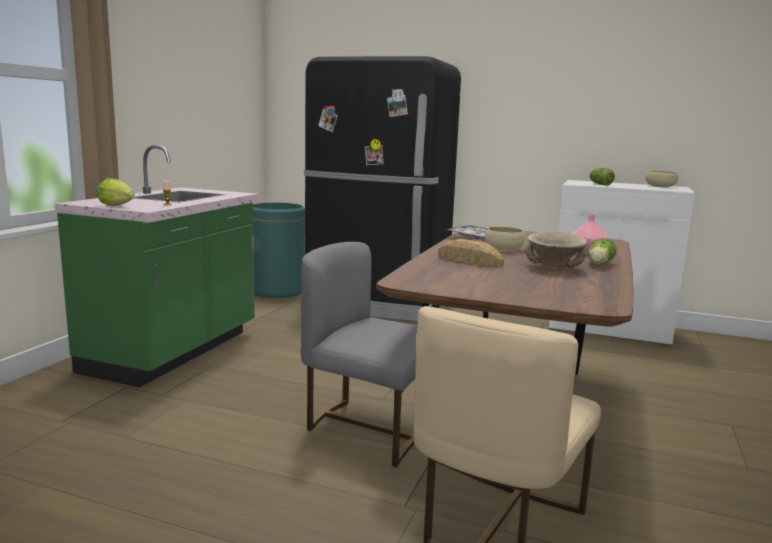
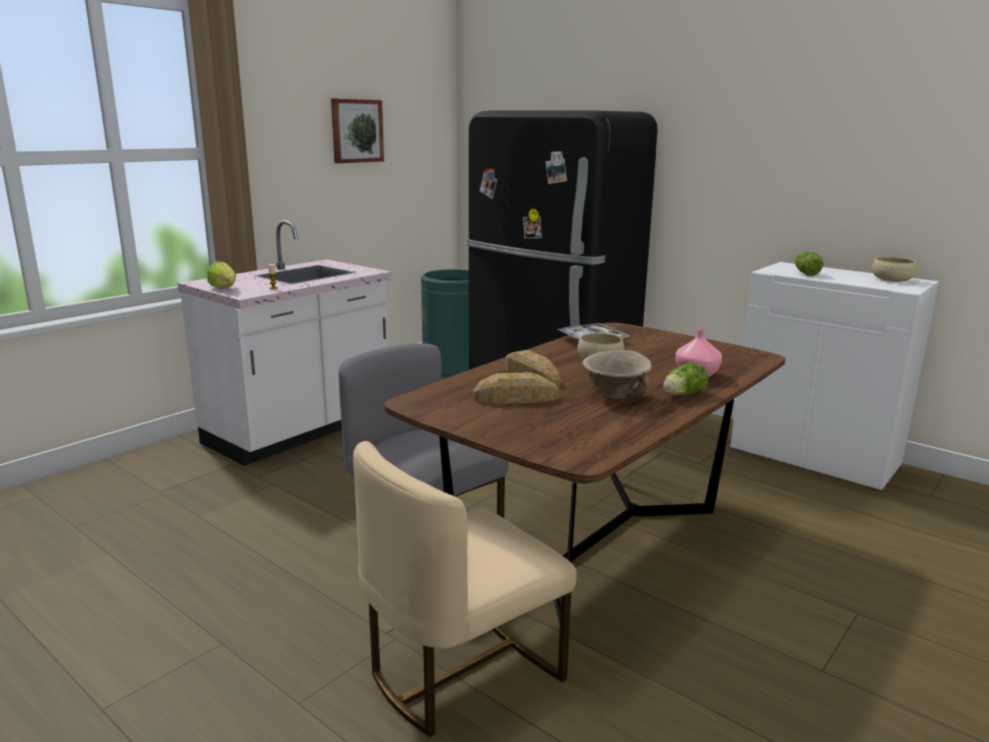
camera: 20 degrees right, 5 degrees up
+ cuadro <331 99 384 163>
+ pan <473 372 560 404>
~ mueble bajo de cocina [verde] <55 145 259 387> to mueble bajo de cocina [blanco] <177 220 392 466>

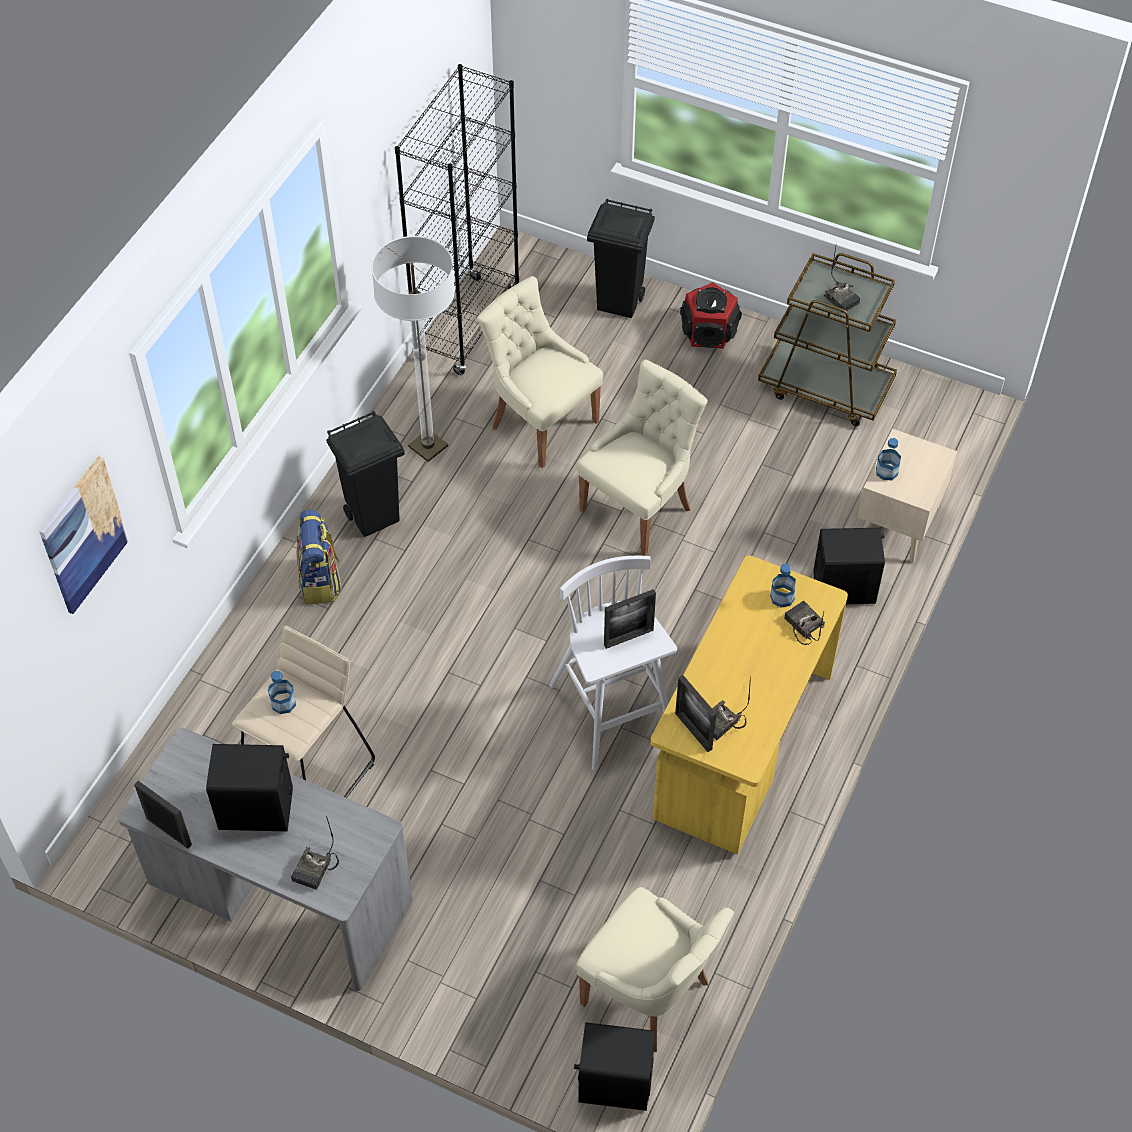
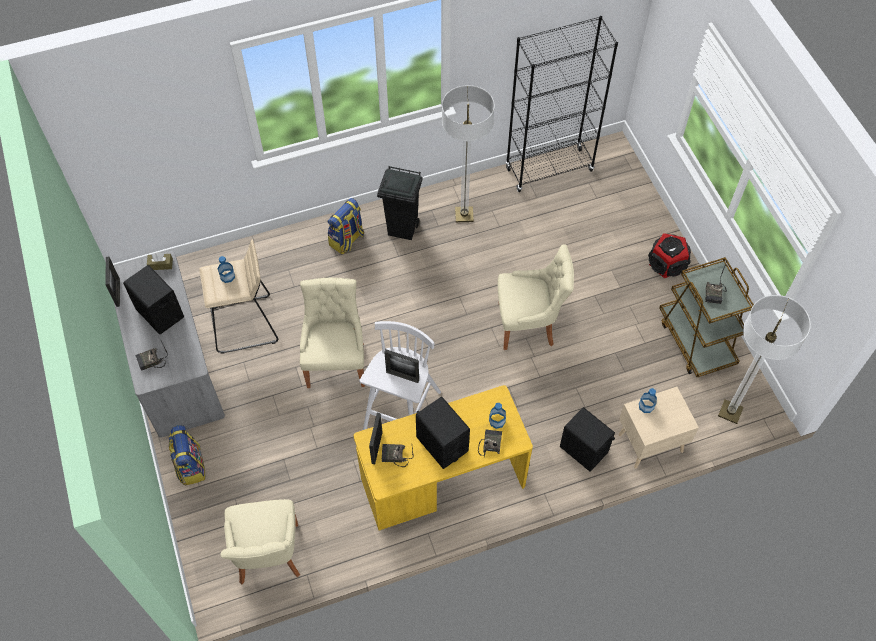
camera: 45 degrees right, 5 degrees up
- cuadro <39 456 129 614>
- papelera [negro] <587 198 655 318>
+ caja de pañuelos [marrón] <147 252 173 270>
+ mochila <169 425 205 485>
+ lámpara de pie <718 295 811 424>
~ silla [beis] <477 276 603 468> to <300 278 365 388>
~ altavoz [negro] <574 1022 655 1111> to <416 397 470 469>

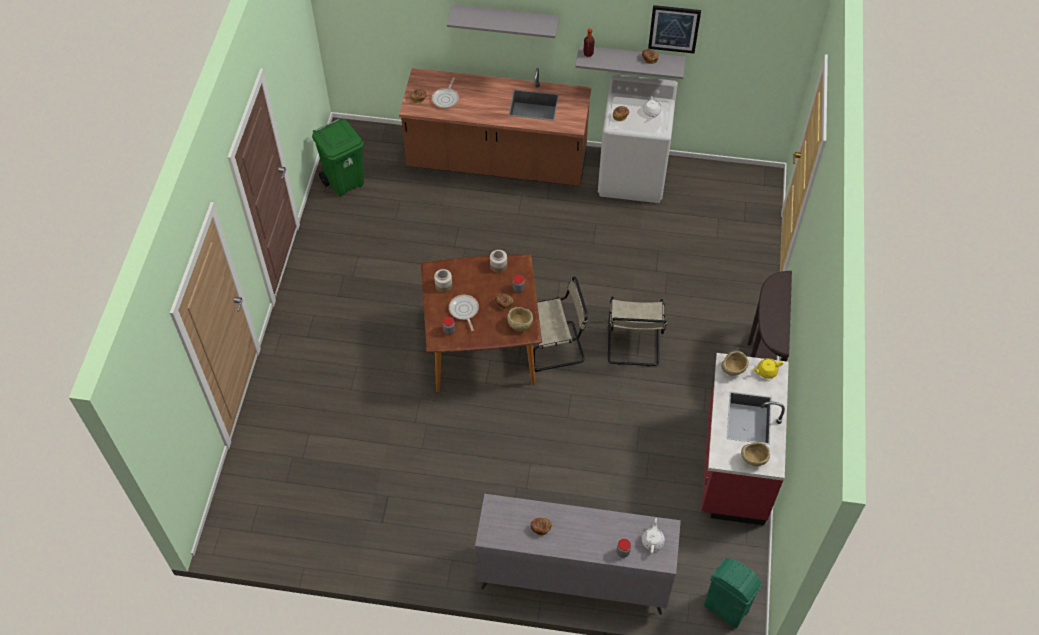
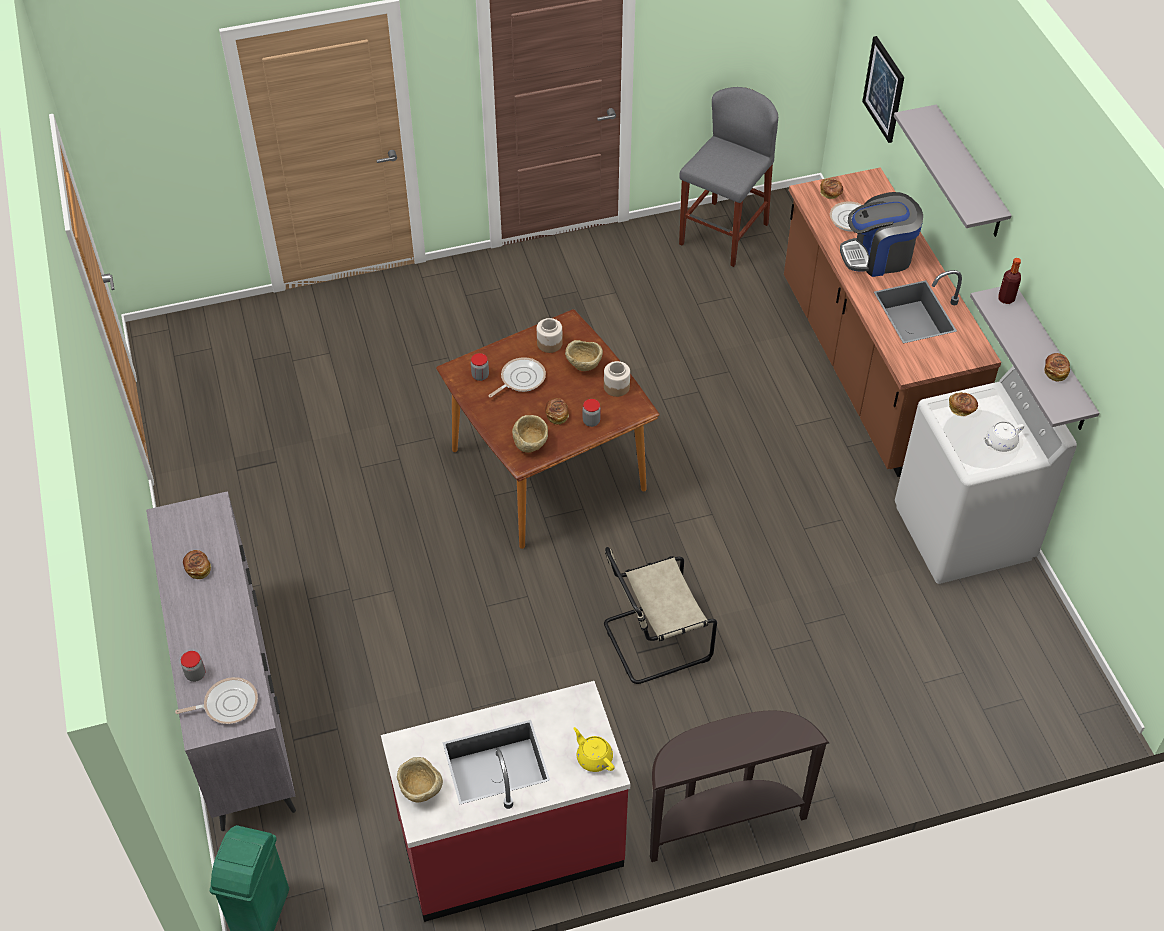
camera: 65 degrees right, 5 degrees down
- silla [beis] <533 276 588 372>
+ cafetera <840 192 923 277>
~ cuadro <648 5 701 53> to <862 36 904 143>
~ cuenco [beis] <721 351 749 376> to <565 340 603 371>
~ papelera [verde] <312 118 364 196> to taburete [gris] <679 87 778 267>
~ tetera [blanco] <642 518 665 554> to sartén <175 677 258 724>

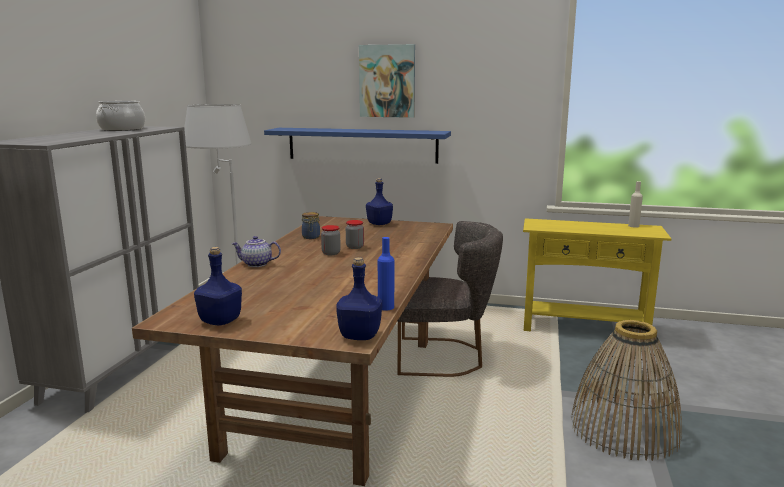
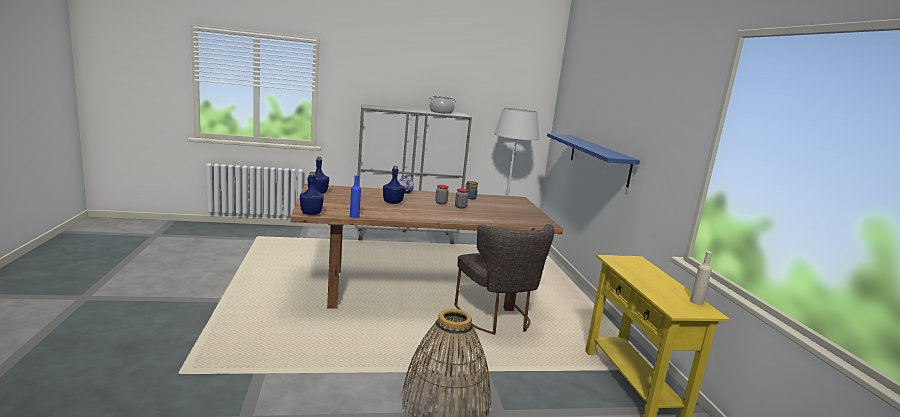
camera: 65 degrees right, 0 degrees up
- cuadro <359 44 415 118>
~ botella [azul] <366 178 393 225> to <383 166 405 204>

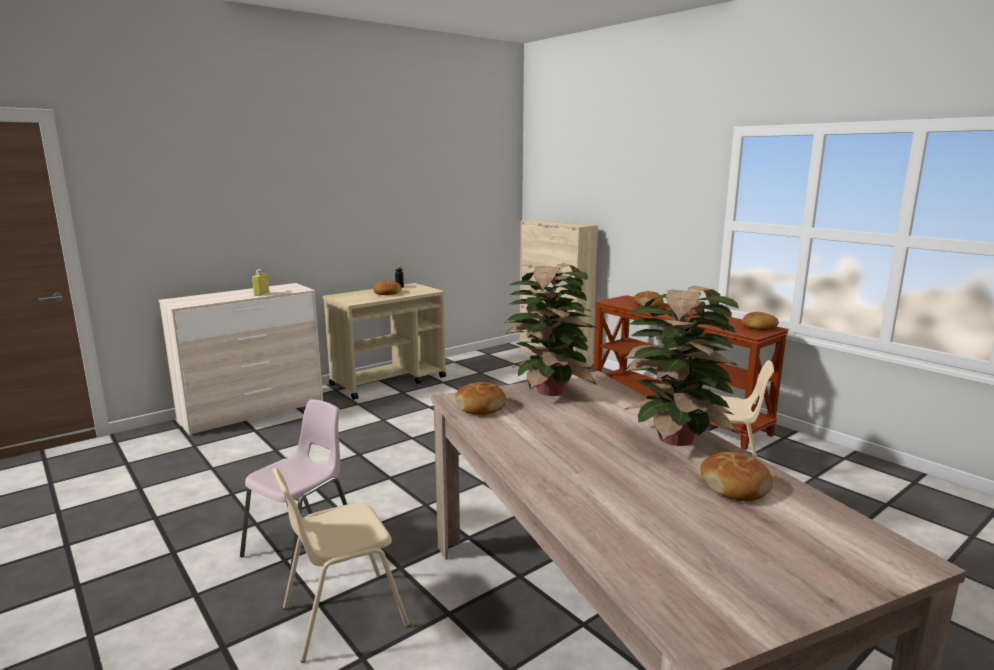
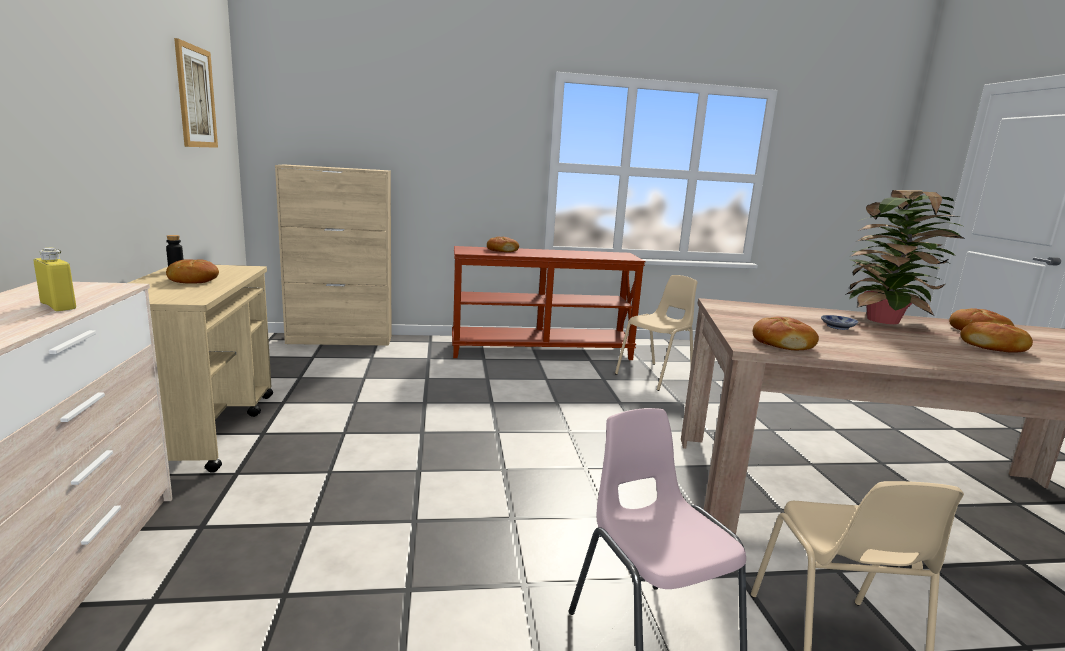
camera: 60 degrees left, 0 degrees up
- planta en maceta <504 263 599 396>
+ cuadro <174 38 218 148>
+ cuenco <821 315 858 330>
~ pan <741 312 779 330> to <960 322 1033 353>

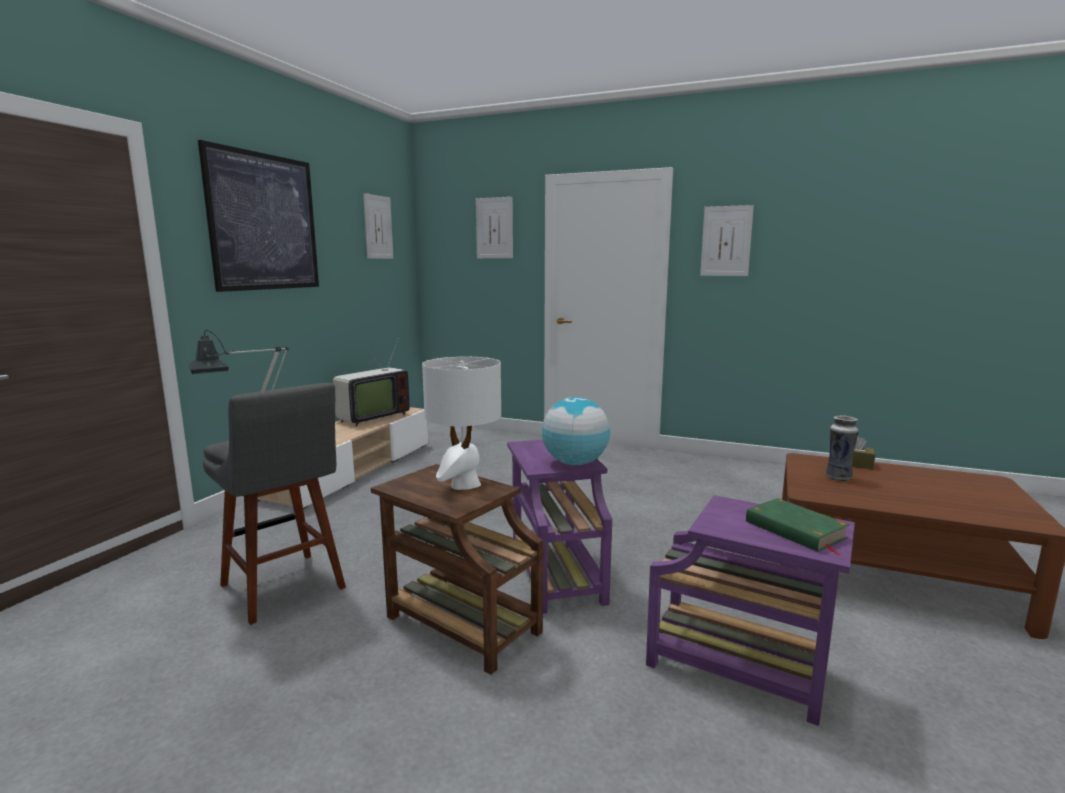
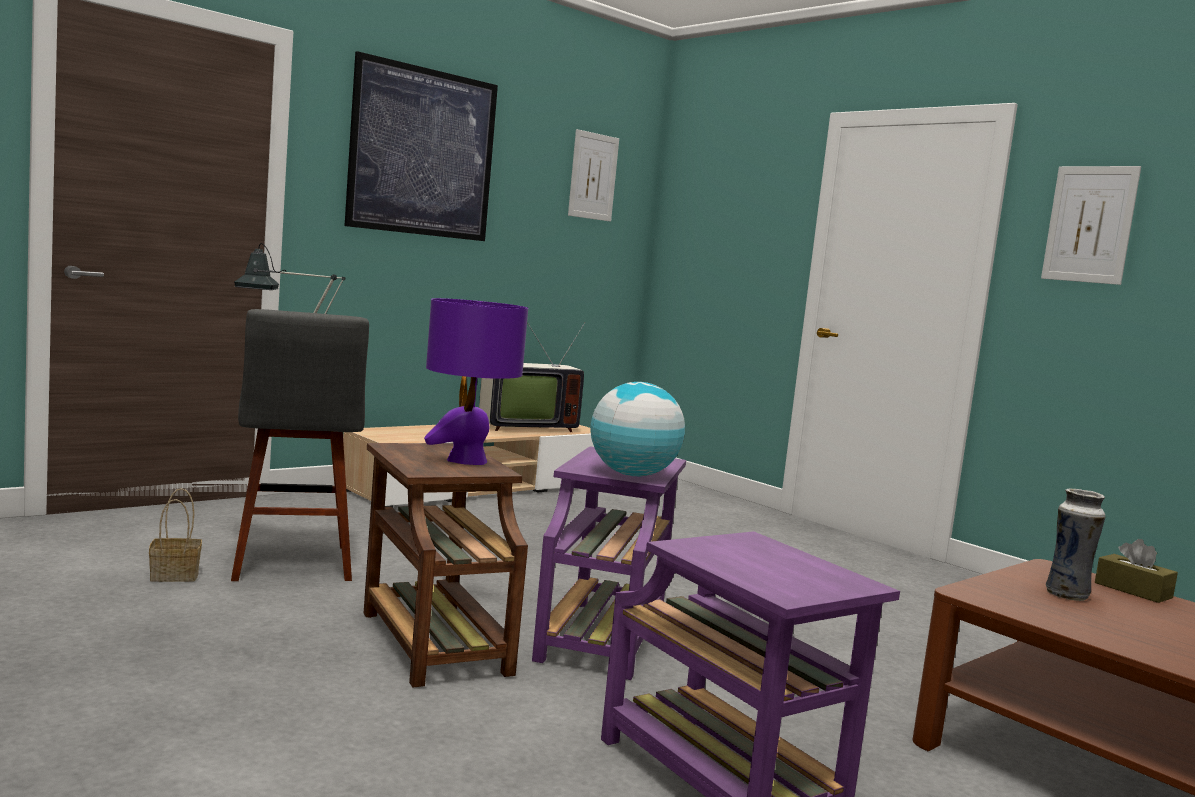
camera: 25 degrees right, 5 degrees down
- cuadro <476 197 513 258>
- libro [verde] <746 498 850 555>
+ cesta <149 488 202 582>
~ lámpara de mesa [blanco] <422 357 501 490> to lámpara de mesa [morado] <424 298 528 465>

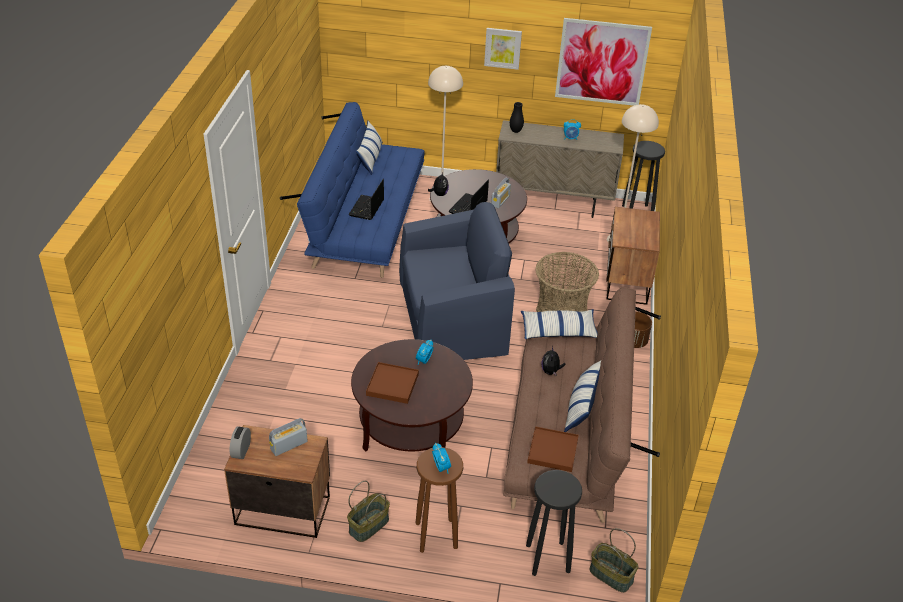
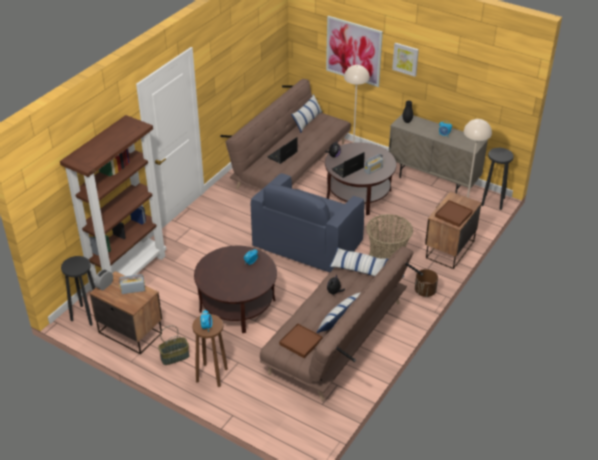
camera: 25 degrees right, 0 degrees up
- cesta <590 528 639 593>
+ estantería [marrón] <60 115 166 291>
~ bandeja [marrón] <366 362 419 404> to <435 200 473 227>
~ taburete [negro] <526 470 582 576> to <61 256 96 326>
~ cuadro <555 18 652 106> to <326 16 383 87>
~ sofá [azul] <280 102 424 278> to sofá [marrón] <220 79 351 191>
~ sillón [azul] <399 202 515 360> = <250 173 364 272> 105 degrees clockwise

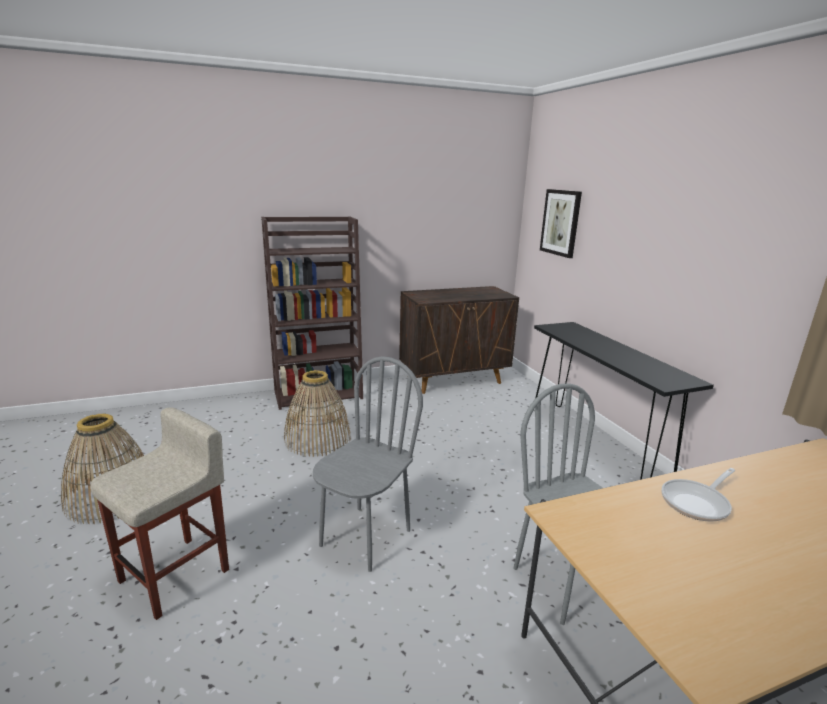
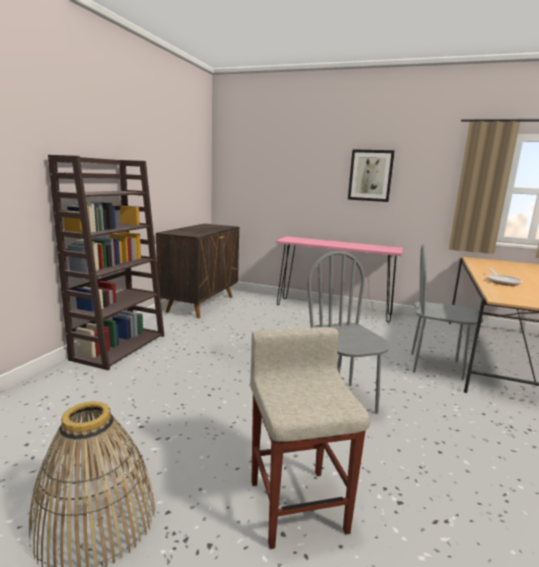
camera: 50 degrees left, 5 degrees down
- cesta <284 370 351 457>
~ cuadro <540 189 582 258> to <348 149 395 202>
~ mesa consola [negro] <534 322 714 480> to mesa consola [rosa] <276 236 403 323>

